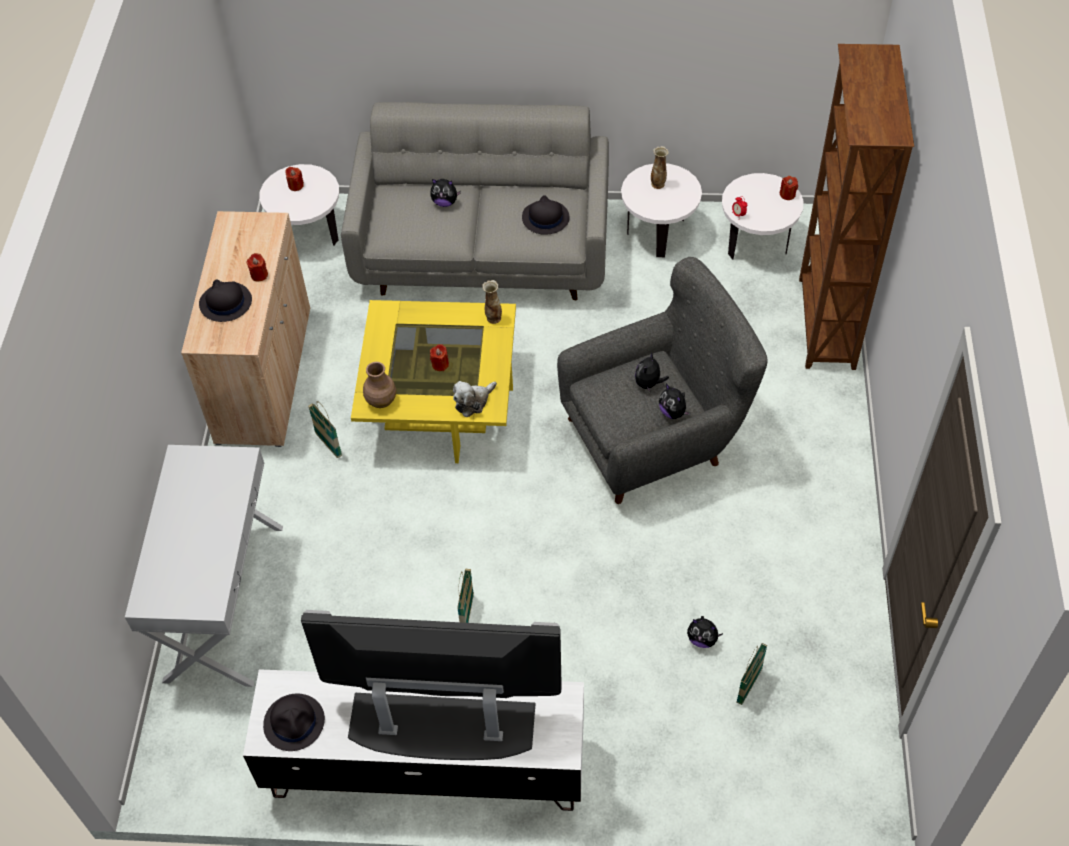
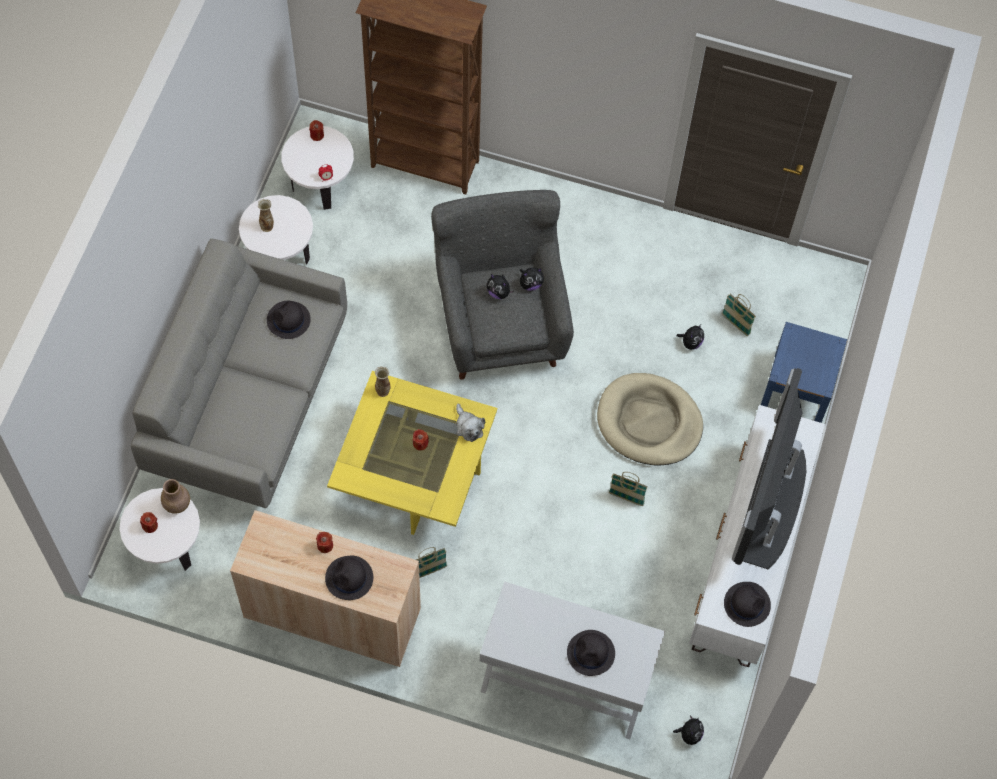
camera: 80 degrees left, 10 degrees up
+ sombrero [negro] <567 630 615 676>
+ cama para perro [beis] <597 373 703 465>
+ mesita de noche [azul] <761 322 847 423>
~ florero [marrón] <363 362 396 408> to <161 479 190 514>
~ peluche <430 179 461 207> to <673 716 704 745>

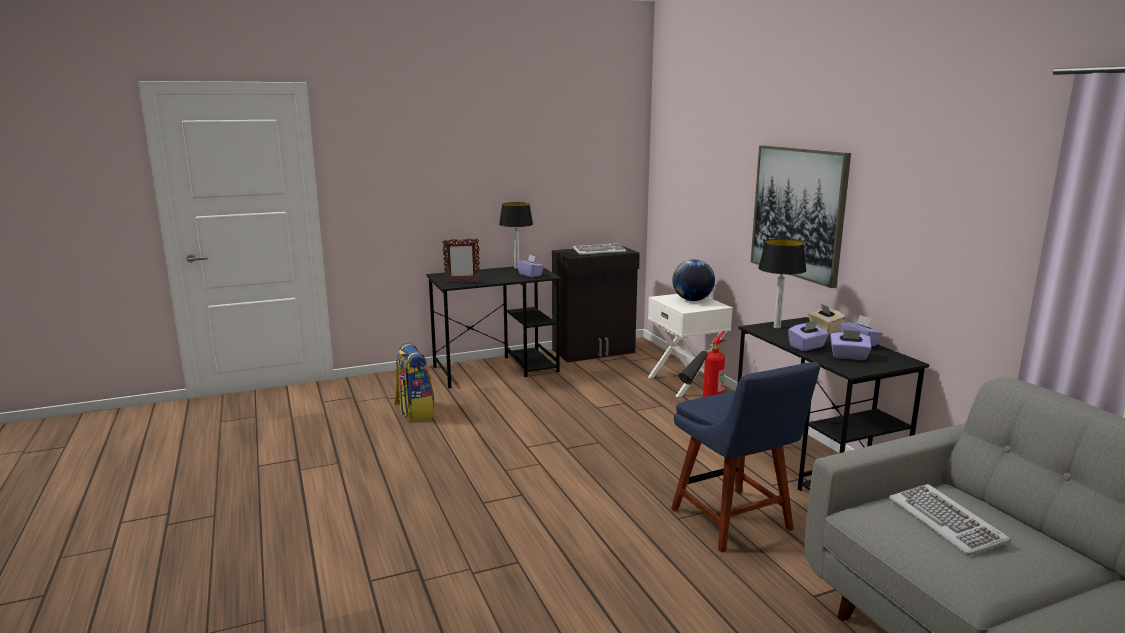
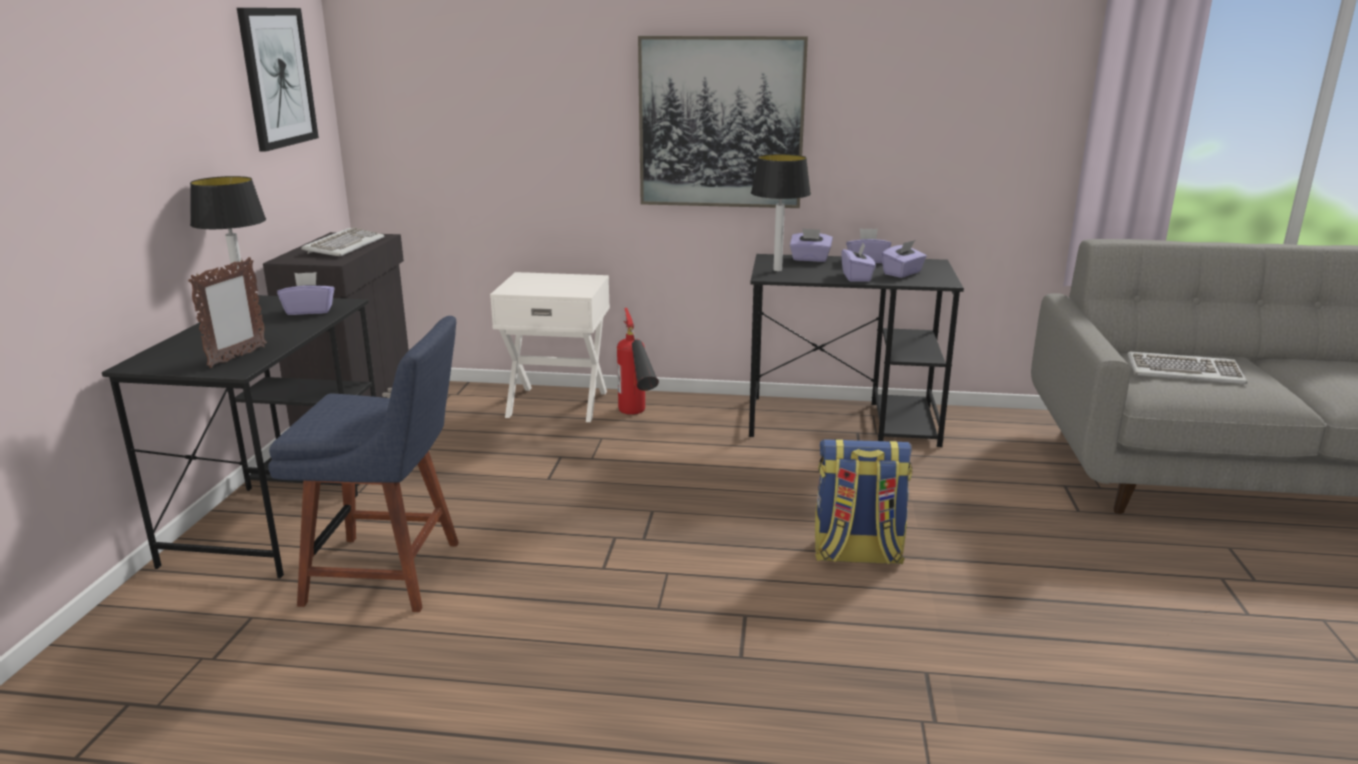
camera: 60 degrees left, 5 degrees up
- globo terráqueo <672 259 715 301>
+ cuadro <237 8 319 152>
~ mochila <395 343 435 422> to <815 439 912 565>
~ silla [azul] <671 362 820 553> to <268 316 459 612>
~ caja de pañuelos [beis] <808 304 846 334> to caja de pañuelos [morado] <790 228 833 262>

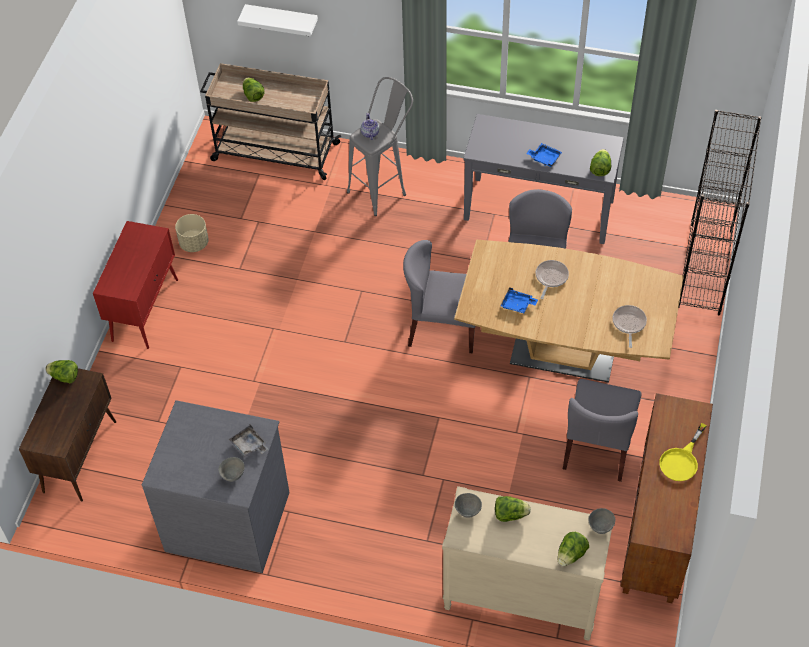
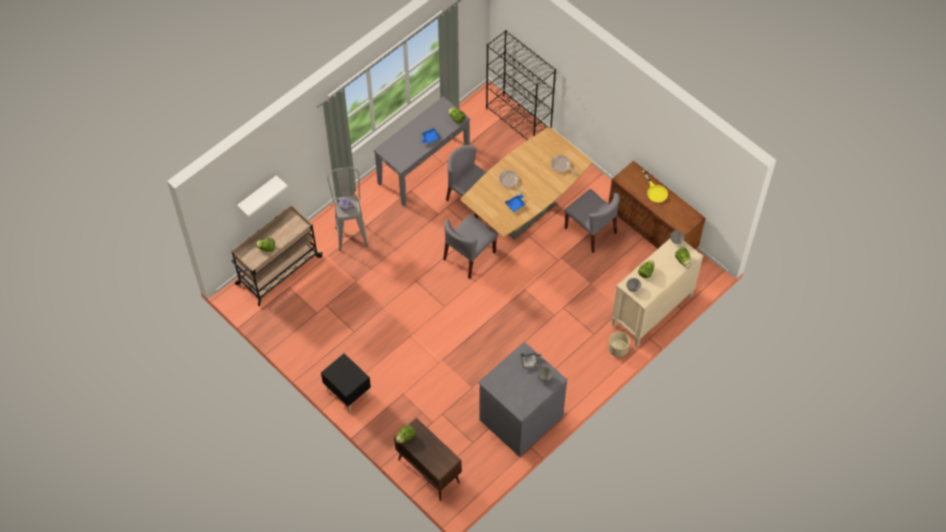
camera: 60 degrees left, 5 degrees up
~ maceta [beis] <175 214 209 252> to <608 331 630 357>
~ armario [rojo] <93 221 178 349> to mesita de noche [negro] <321 353 371 413>

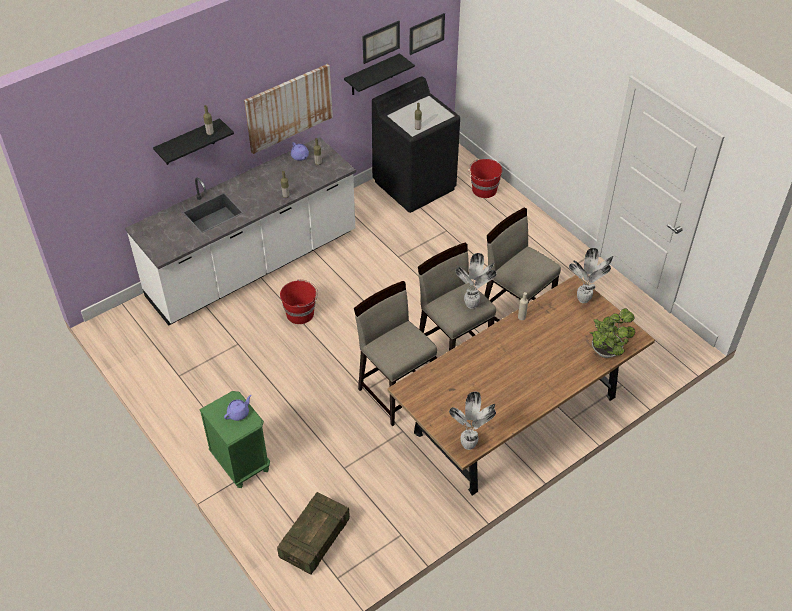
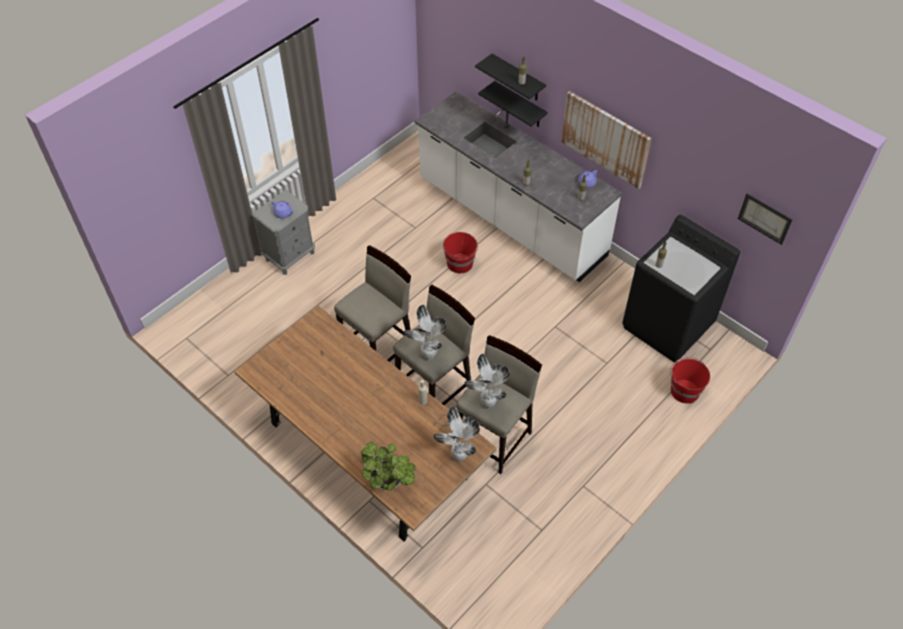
camera: 80 degrees right, 5 degrees up
- caja de embalaje <277 492 350 575>
- cuadro <362 21 400 64>
~ estante [negro] <344 53 415 95> to <478 81 548 127>
~ planta en maceta <449 391 496 450> to <464 354 510 408>
~ mesita de noche [verde] <199 391 270 488> to mesita de noche [gris] <251 190 315 275>

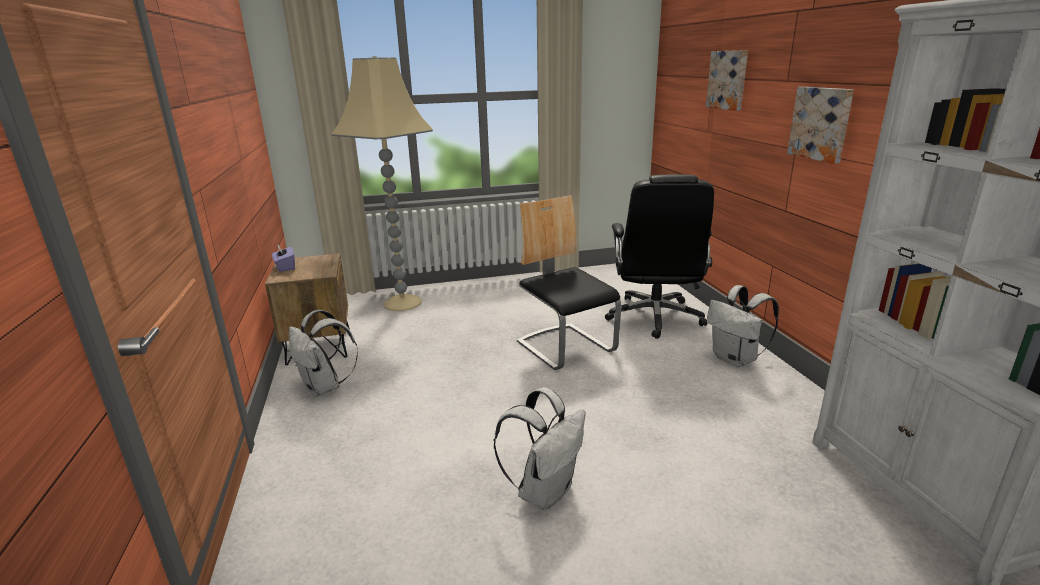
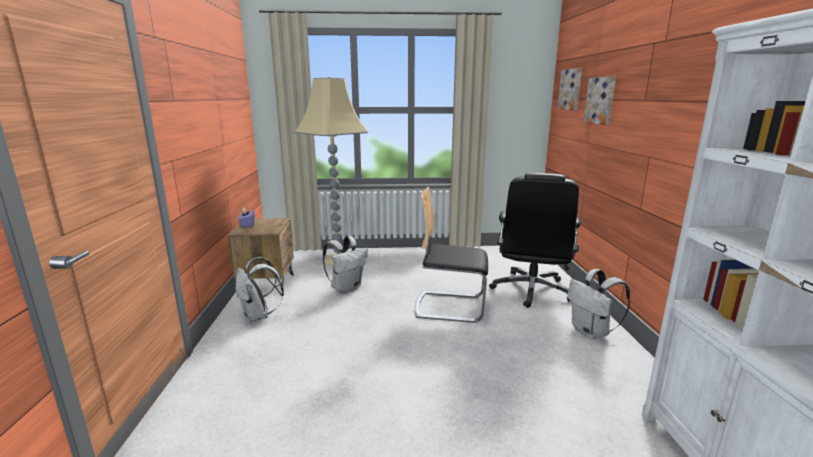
camera: 10 degrees right, 5 degrees down
~ mochila [blanco] <494 387 586 510> to <323 236 368 293>
~ cuadro <787 87 854 164> to <557 68 582 110>
~ silla <517 195 621 370> = <415 187 488 323> 60 degrees counterclockwise

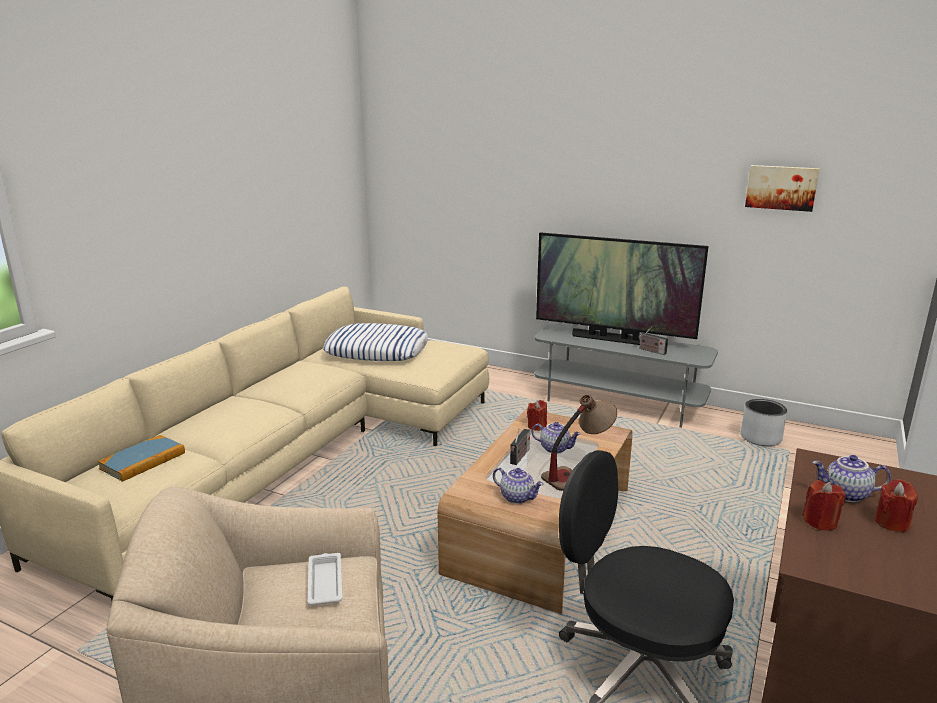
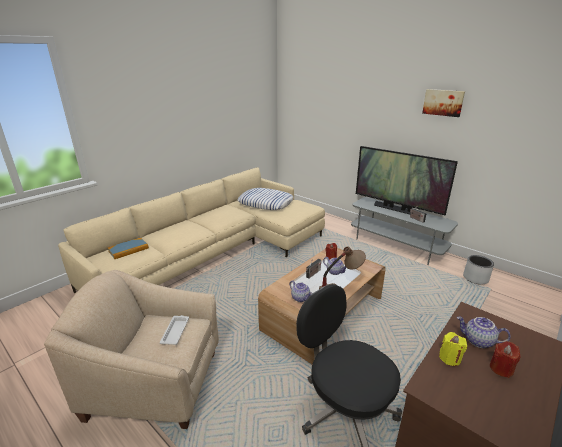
camera: 15 degrees right, 5 degrees up
~ cuadro <745 165 820 212> to <422 89 465 117>
~ vela [rojo] <802 480 846 531> to vela [amarillo] <439 332 467 366>

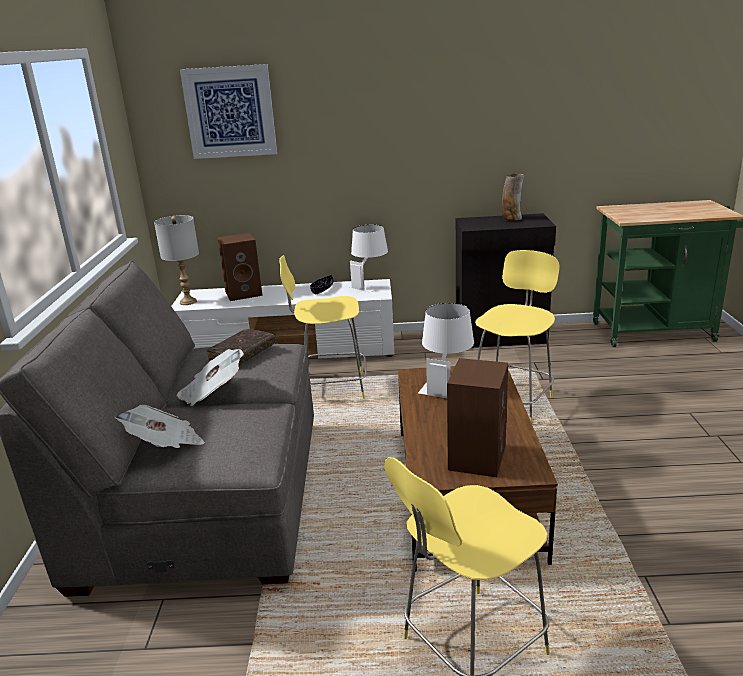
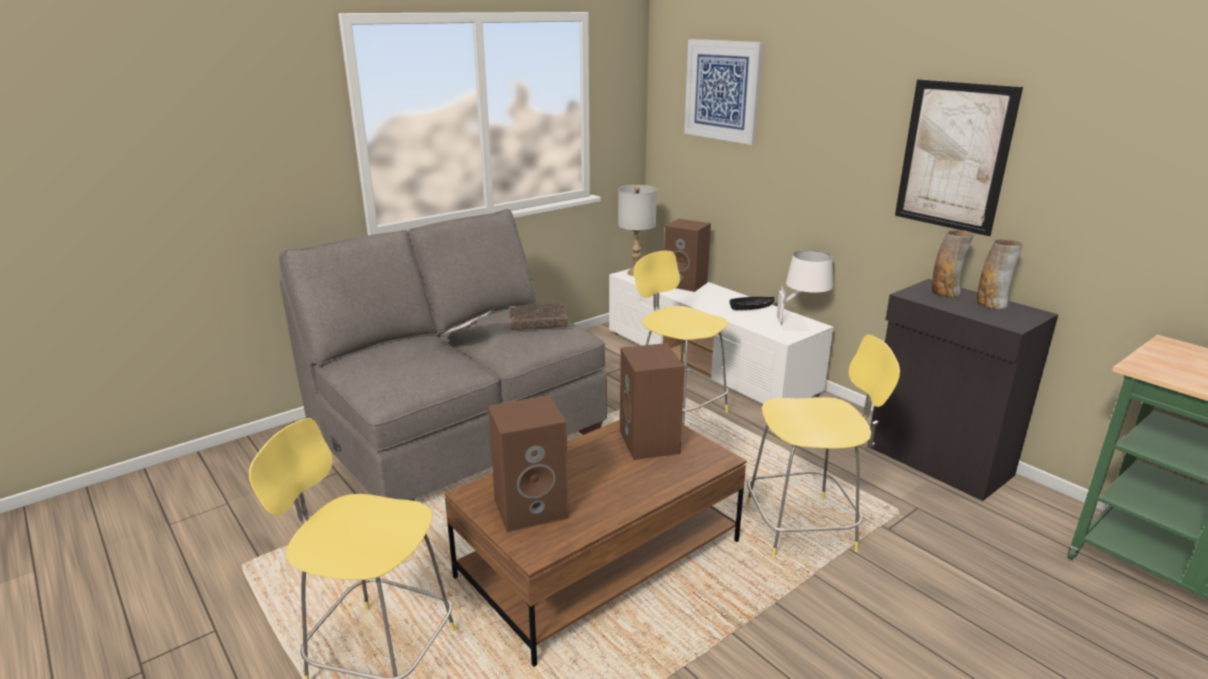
camera: 50 degrees right, 0 degrees up
- periódico <115 405 205 448>
+ cuadro <895 79 1023 236>
+ florero <932 230 974 297>
~ lámpara de mesa [blanco] <418 303 474 398> to altavoz [marrón] <620 343 685 460>

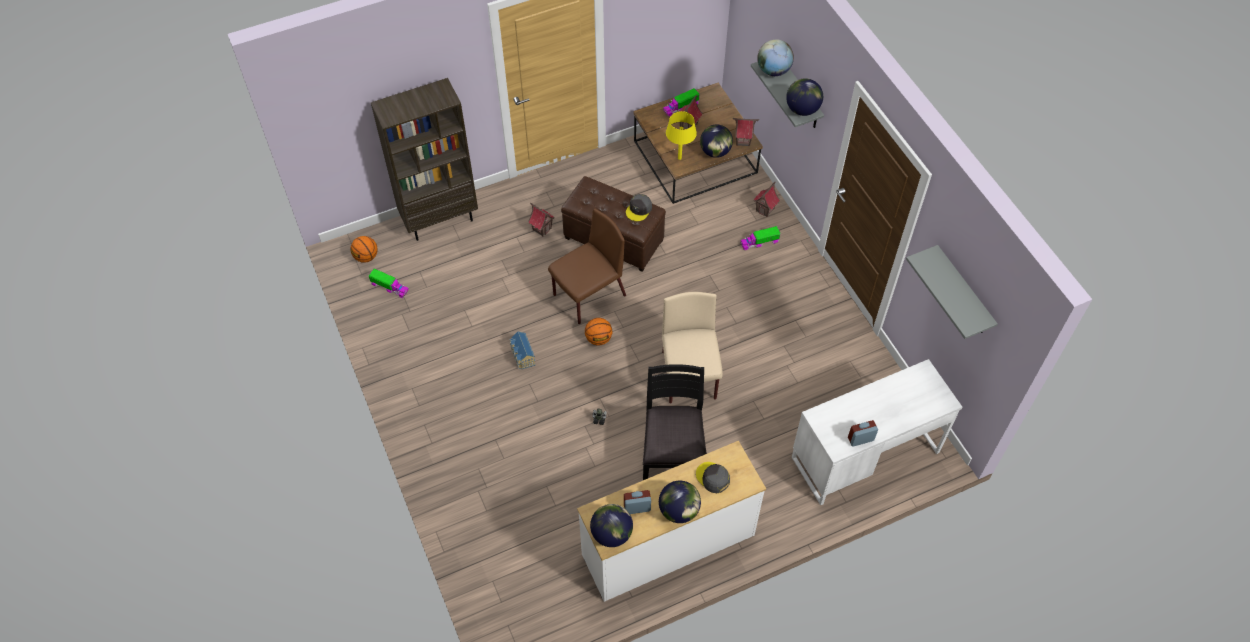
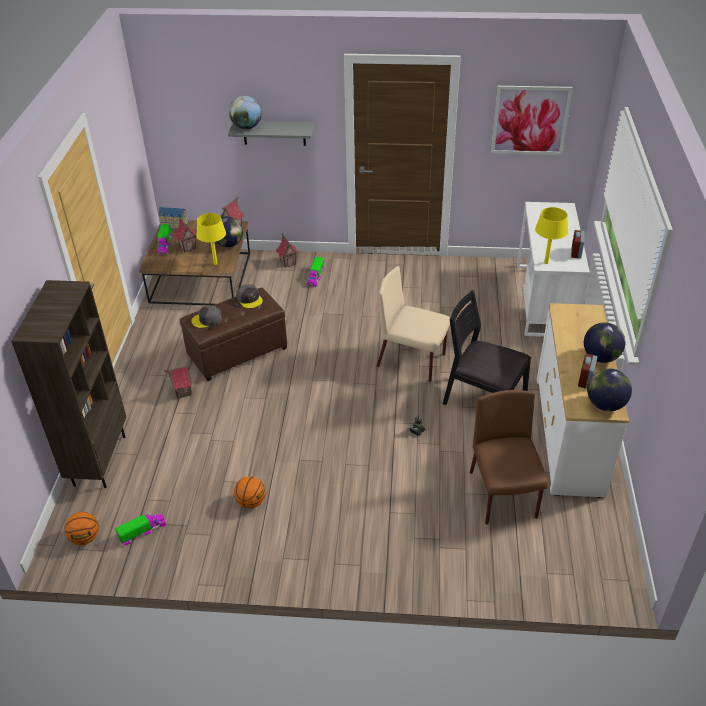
camera: 60 degrees left, 15 degrees down
- globo terráqueo <786 78 823 116>
+ lámpara de mesa [amarillo] <535 207 568 264>
~ casita <509 331 535 369> to <159 207 188 229>
~ silla [marrón] <548 208 626 324> to <470 390 548 525>
~ balón de baloncesto <585 318 612 345> to <234 476 266 509>
~ gorra [gris] <696 462 730 493> to <191 305 222 328>
~ estante [gris] <906 245 998 339> to cuadro <491 86 573 155>

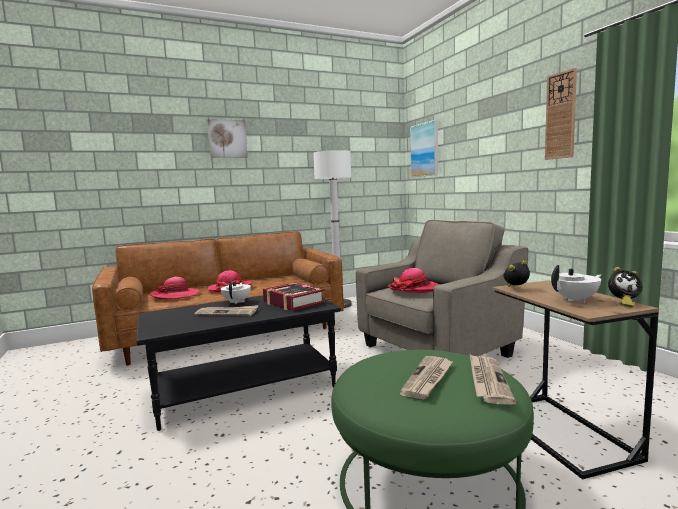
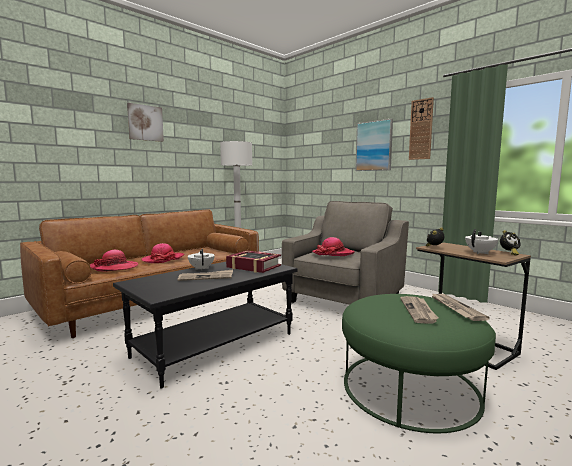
camera: 20 degrees left, 0 degrees up
~ cuadro <410 120 438 177> to <356 119 393 171>

